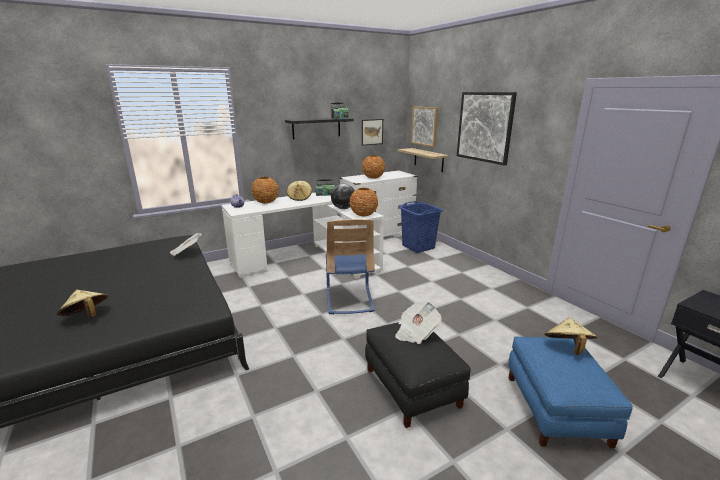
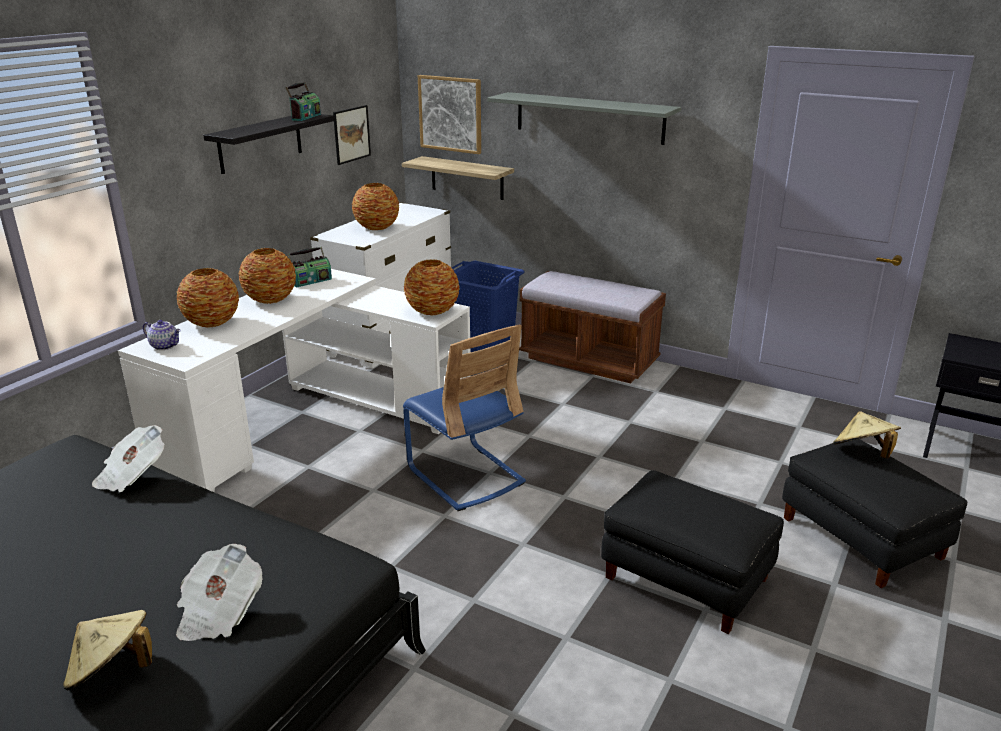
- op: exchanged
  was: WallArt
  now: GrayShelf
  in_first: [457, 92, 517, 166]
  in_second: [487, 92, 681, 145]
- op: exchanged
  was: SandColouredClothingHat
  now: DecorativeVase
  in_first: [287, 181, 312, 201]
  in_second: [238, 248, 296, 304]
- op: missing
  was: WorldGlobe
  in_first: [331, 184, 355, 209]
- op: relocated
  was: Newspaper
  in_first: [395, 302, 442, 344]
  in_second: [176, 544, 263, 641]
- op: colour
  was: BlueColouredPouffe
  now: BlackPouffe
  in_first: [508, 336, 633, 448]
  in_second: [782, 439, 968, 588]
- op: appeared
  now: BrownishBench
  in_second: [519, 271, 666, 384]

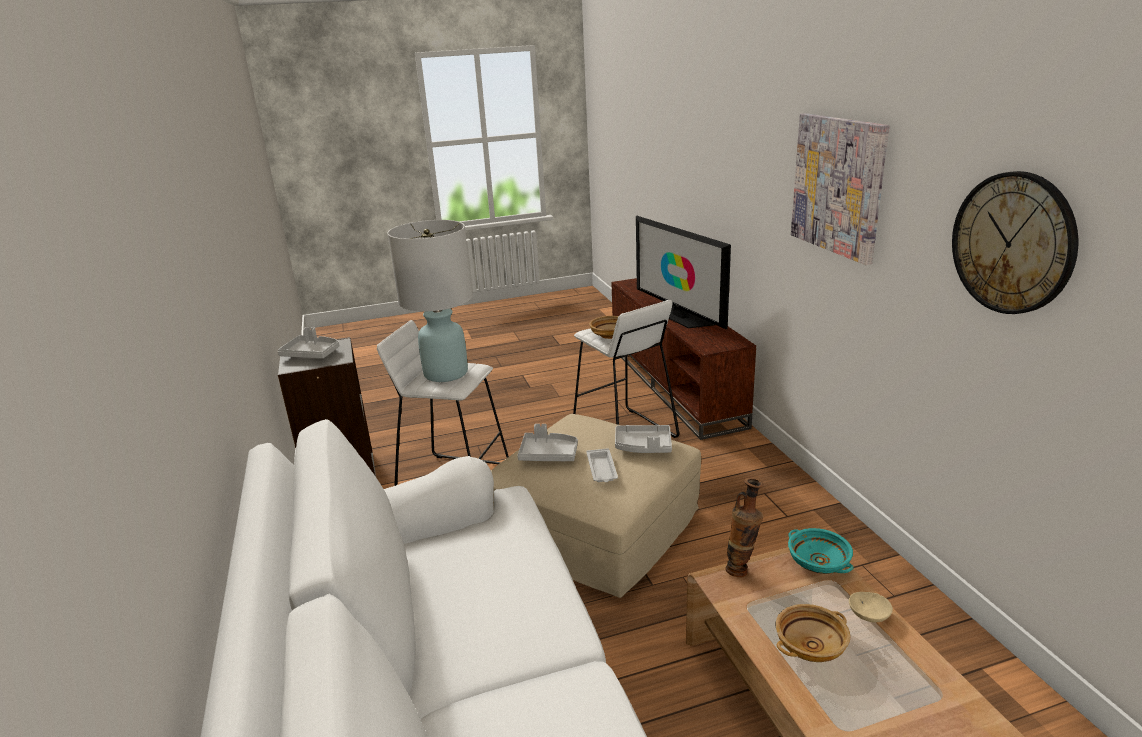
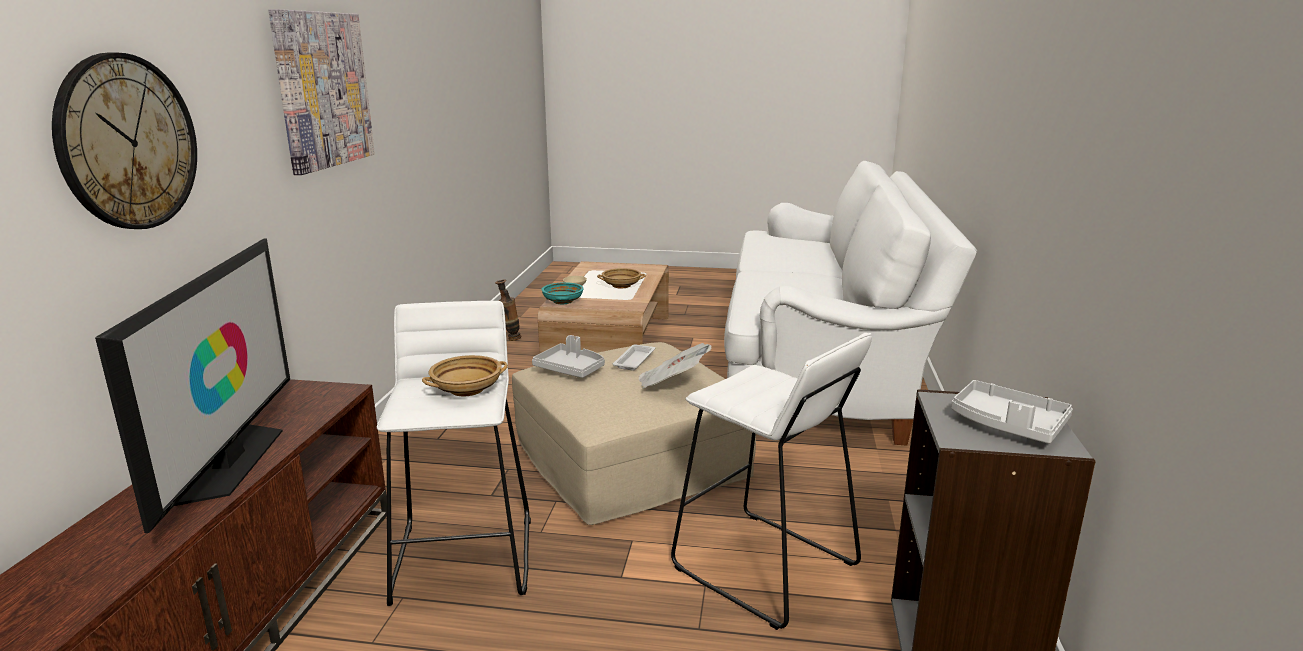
- op: relocated
  was: ClockOnTheWall
  in_first: [952, 171, 1078, 314]
  in_second: [52, 53, 197, 229]
- op: missing
  was: WhiteLampForATable
  in_first: [387, 220, 473, 382]
- op: exchanged
  was: GrayServingTray
  now: Newspaper
  in_first: [517, 424, 578, 461]
  in_second: [638, 343, 711, 389]
- op: relocated
  was: DecorativeVase
  in_first: [725, 478, 763, 577]
  in_second: [495, 280, 521, 341]

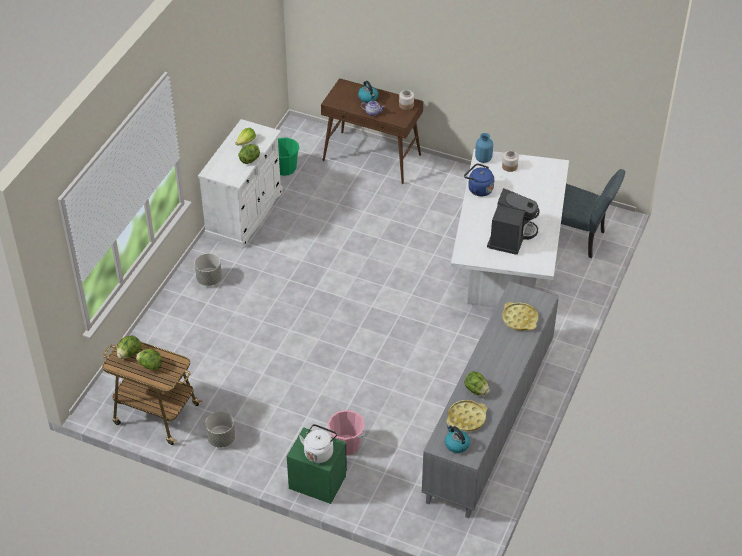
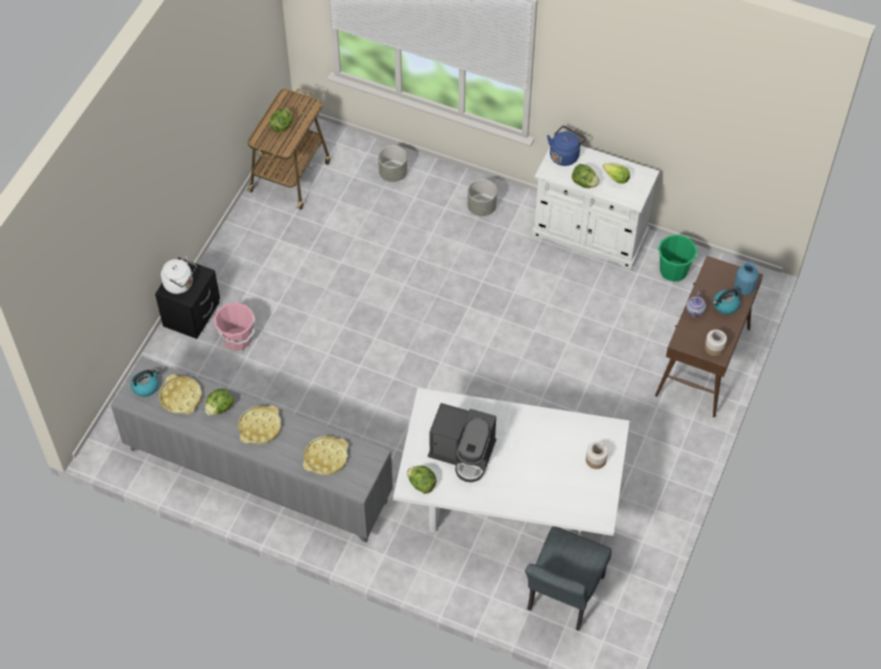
- op: relocated
  was: BlueColouredDecorativeVase
  in_first: [475, 133, 493, 163]
  in_second: [734, 262, 759, 296]
- op: relocated
  was: BlueColouredKettle
  in_first: [464, 163, 494, 196]
  in_second: [547, 126, 586, 166]
- op: relocated
  was: HeadOfLettuce
  in_first: [117, 336, 142, 359]
  in_second: [407, 466, 436, 494]
- op: relocated
  was: GrayFlowerPot
  in_first: [205, 411, 235, 448]
  in_second: [378, 145, 407, 182]
- op: colour
  was: GreenColouredNightTable
  now: BlackNightTable
  in_first: [287, 427, 347, 504]
  in_second: [155, 257, 220, 339]
- op: appeared
  now: YellowishServingTray
  in_second: [238, 405, 281, 444]

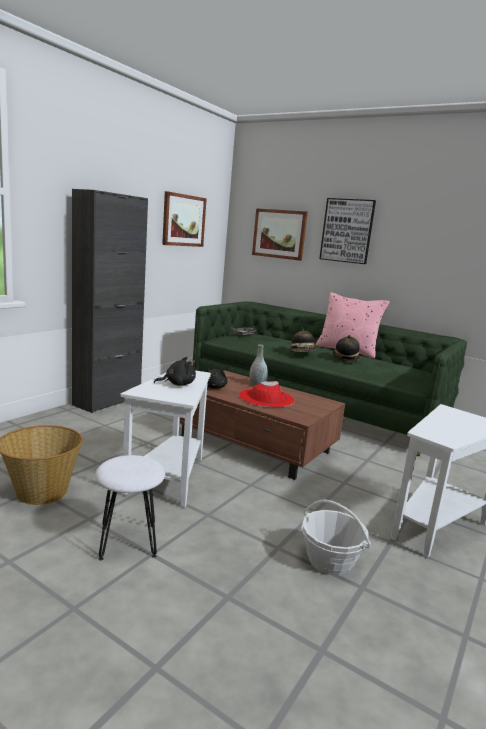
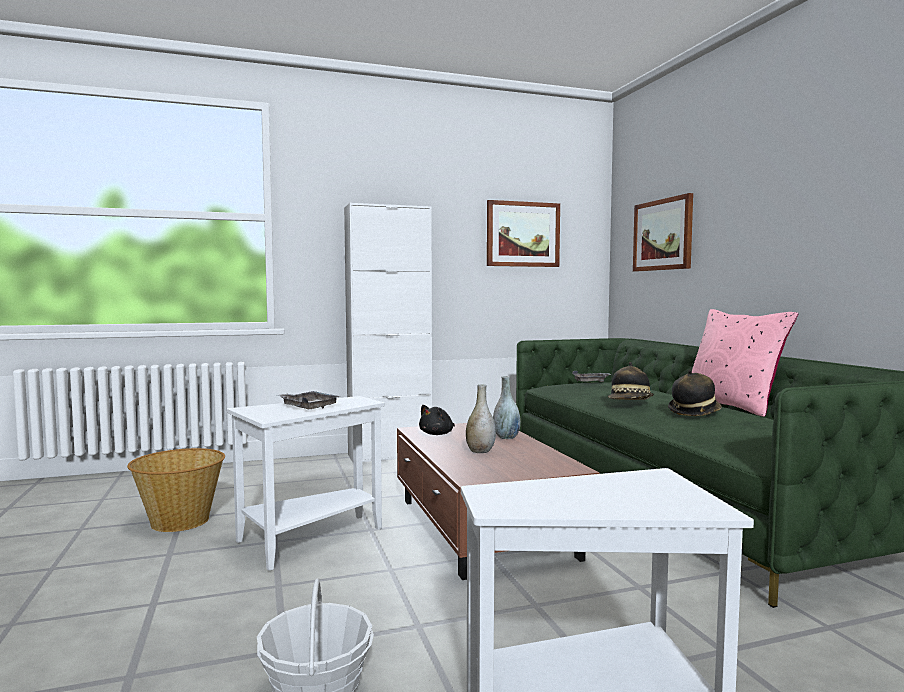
- op: colour
  was: BlackCabinet
  now: WhiteCabinet
  in_first: [72, 189, 148, 413]
  in_second: [344, 203, 432, 462]
- op: missing
  was: WallArt
  in_first: [319, 198, 376, 264]
- op: exchanged
  was: BlackPlushToy
  now: GrayServingTray
  in_first: [154, 357, 196, 386]
  in_second: [277, 391, 341, 409]
- op: exchanged
  was: ReddishClothingHat
  now: GrayDecorativeVase
  in_first: [239, 381, 295, 408]
  in_second: [466, 384, 496, 453]
- op: missing
  was: WhiteStool
  in_first: [95, 455, 165, 560]

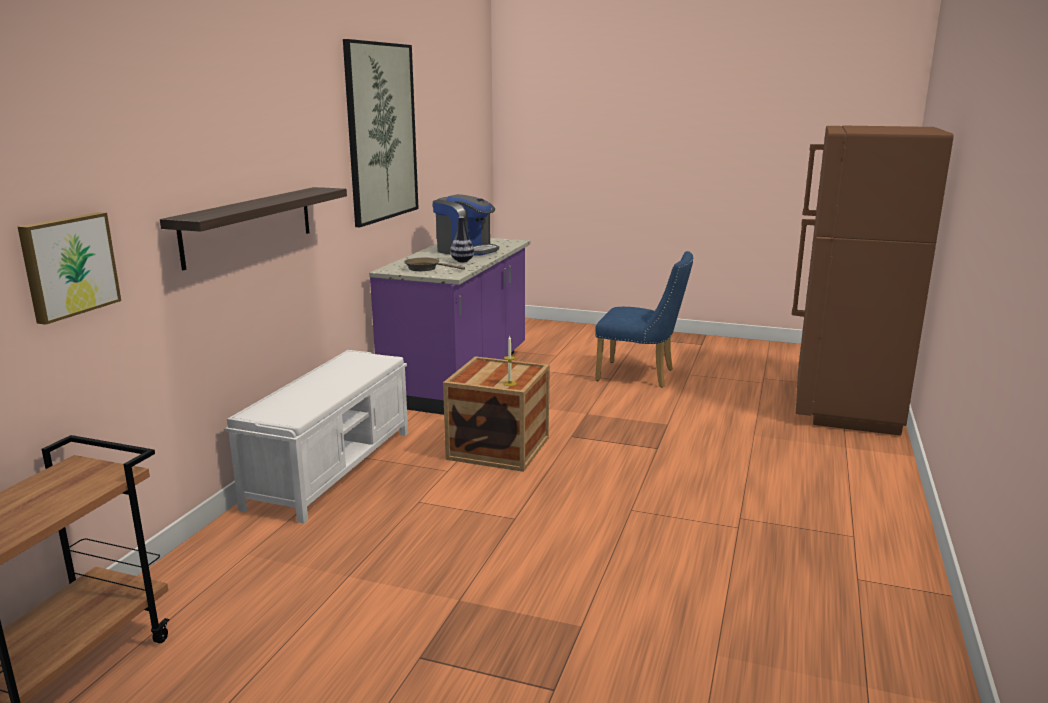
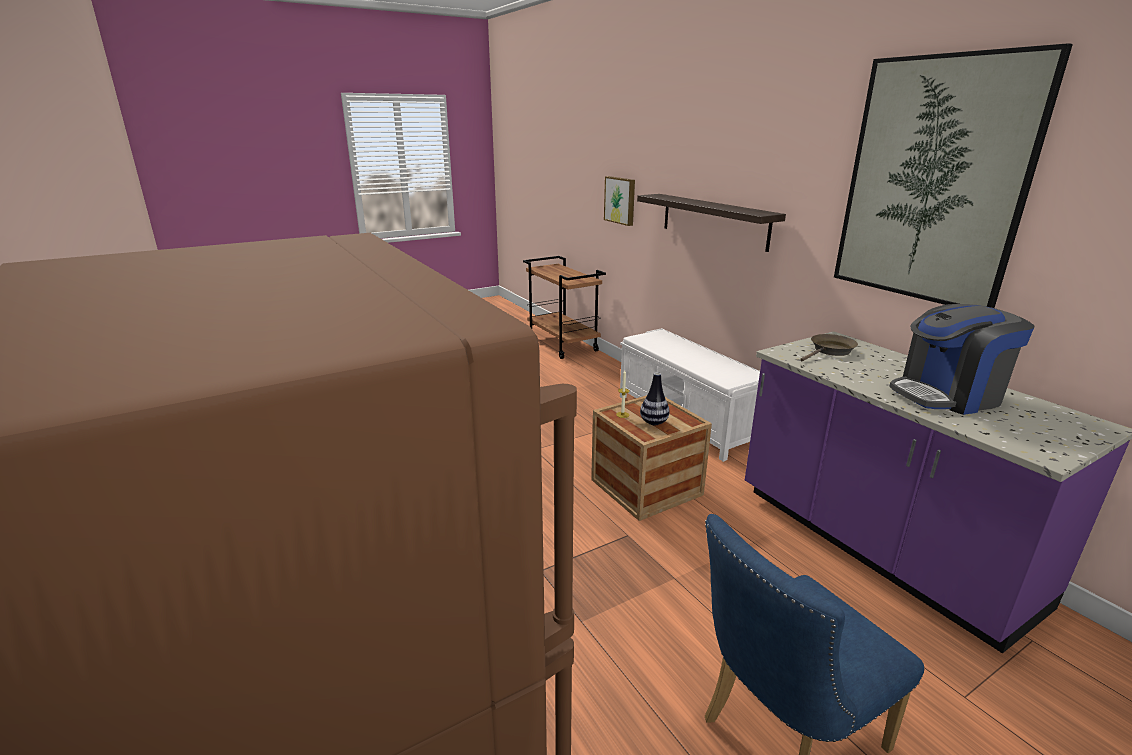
- op: relocated
  was: DecorativeVase
  in_first: [450, 217, 474, 262]
  in_second: [640, 372, 669, 425]

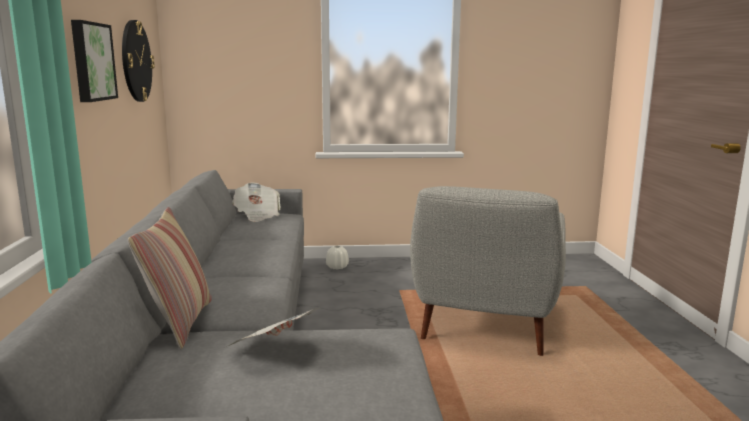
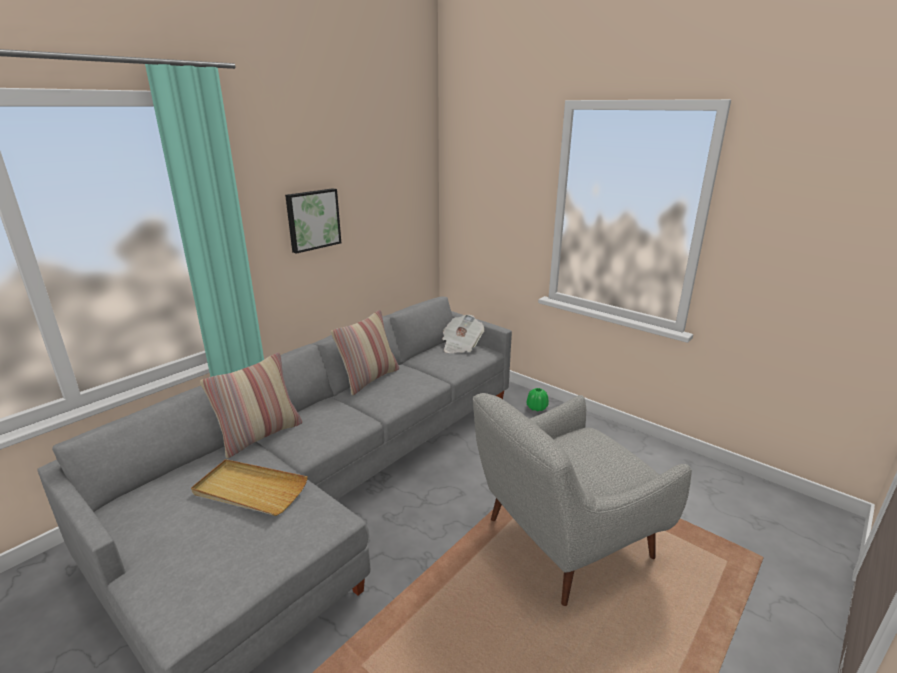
- op: missing
  was: ClockOnTheWall
  in_first: [122, 20, 155, 102]
- op: colour
  was: WhiteDecorativeVase
  now: GreenColouredDecorativeVase
  in_first: [326, 245, 349, 270]
  in_second: [527, 388, 549, 411]
- op: exchanged
  was: Newspaper
  now: SandColouredServingTray
  in_first: [226, 307, 321, 347]
  in_second: [191, 459, 308, 516]
- op: appeared
  now: Cushion
  in_second: [331, 310, 399, 396]

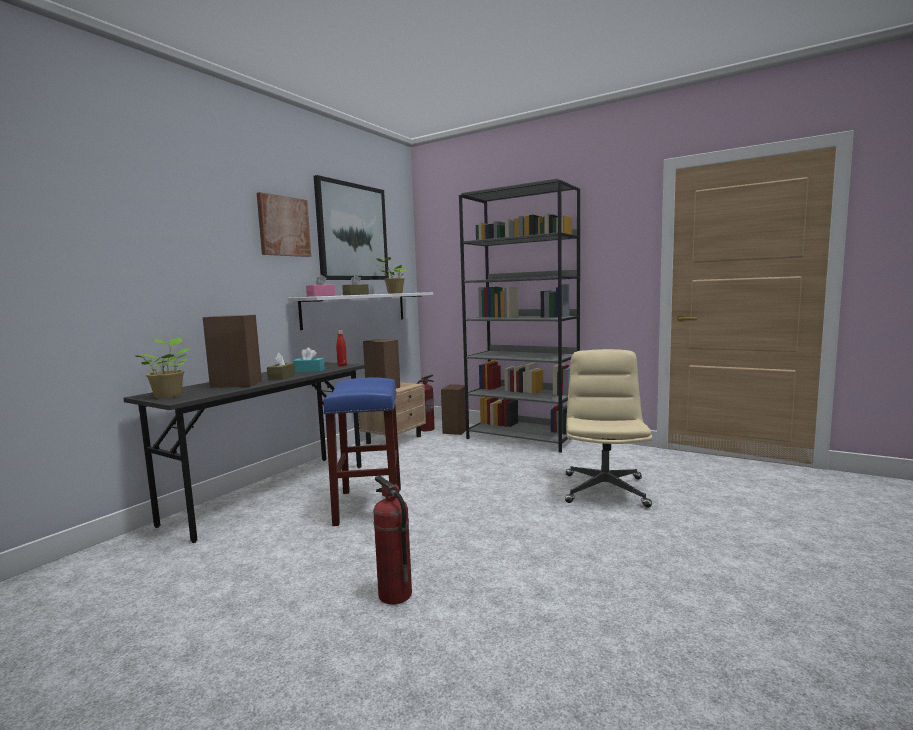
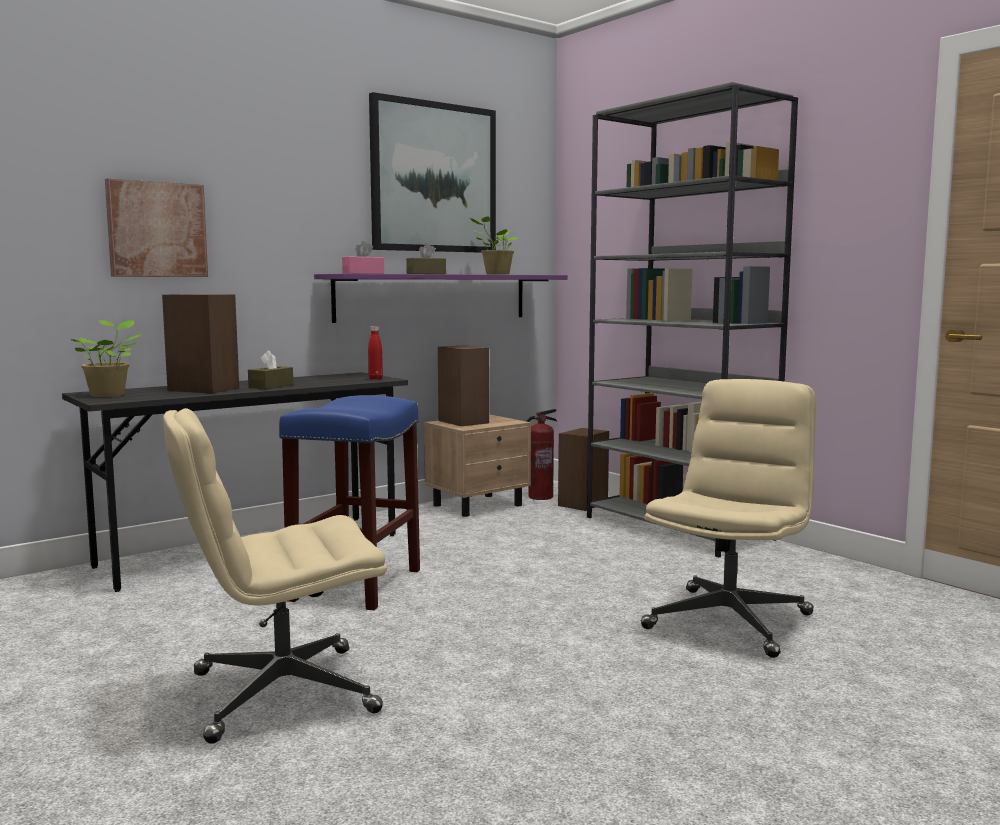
- op: relocated
  was: WallArt
  in_first: [257, 192, 311, 257]
  in_second: [105, 179, 208, 277]
- op: colour
  was: WhiteShelf
  now: PurpleShelf
  in_first: [288, 292, 433, 330]
  in_second: [314, 274, 568, 323]
- op: missing
  was: TurquoiseTissueHolder
  in_first: [293, 348, 325, 372]
- op: exchanged
  was: Extinguisher
  now: SandColouredDeskChair
  in_first: [373, 476, 412, 604]
  in_second: [163, 408, 387, 744]

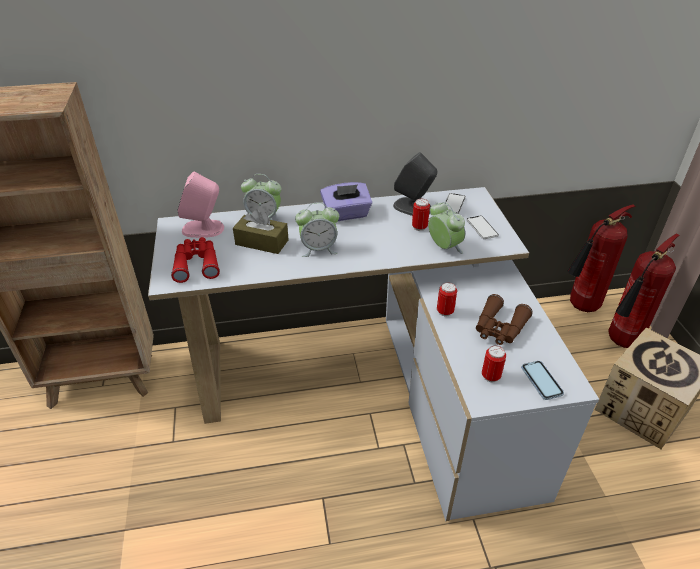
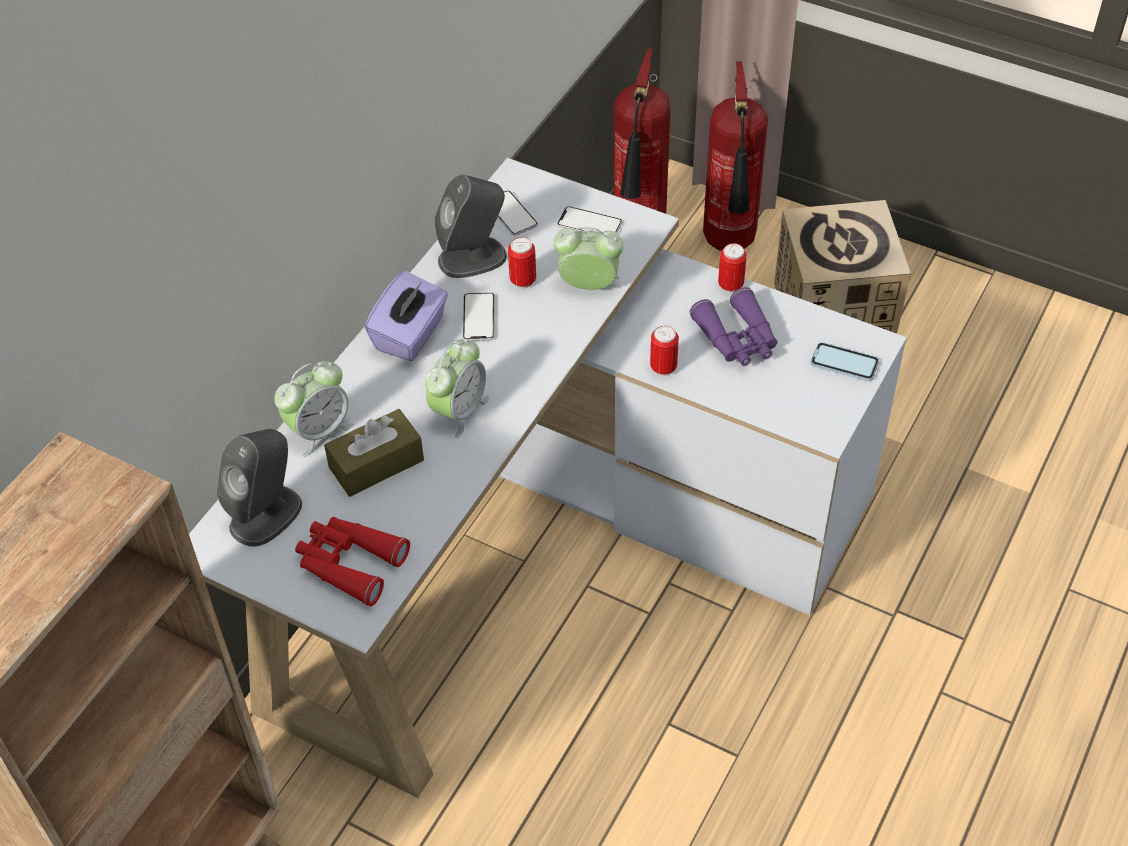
- op: colour
  was: PinkSpeaker
  now: GraySpeaker
  in_first: [177, 172, 224, 238]
  in_second: [216, 429, 302, 547]
- op: colour
  was: BrownishBinoculars
  now: PurpleBinoculars
  in_first: [476, 294, 533, 345]
  in_second: [690, 287, 777, 366]
- op: relocated
  was: SealedCan
  in_first: [482, 346, 506, 382]
  in_second: [718, 243, 747, 293]
- op: appeared
  now: Handset
  in_second: [462, 292, 495, 341]

